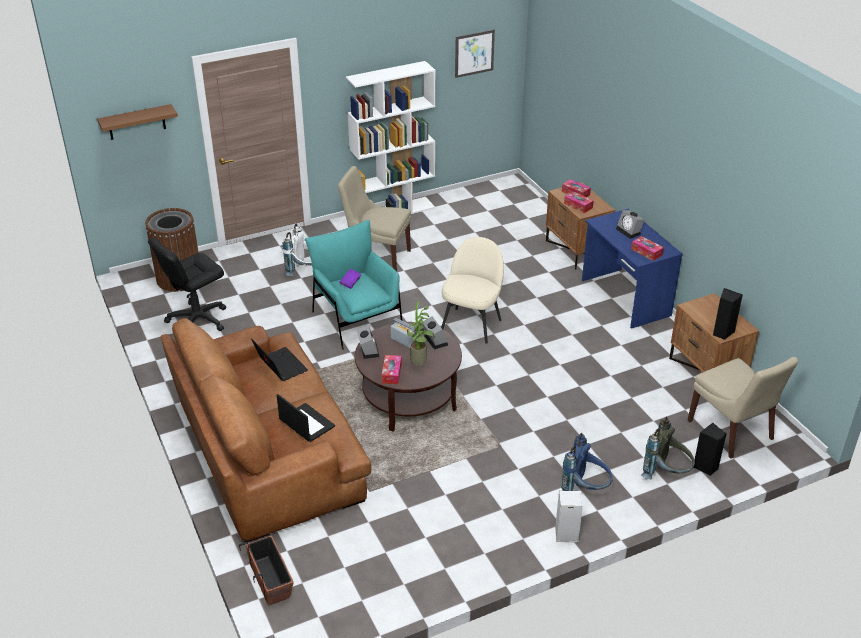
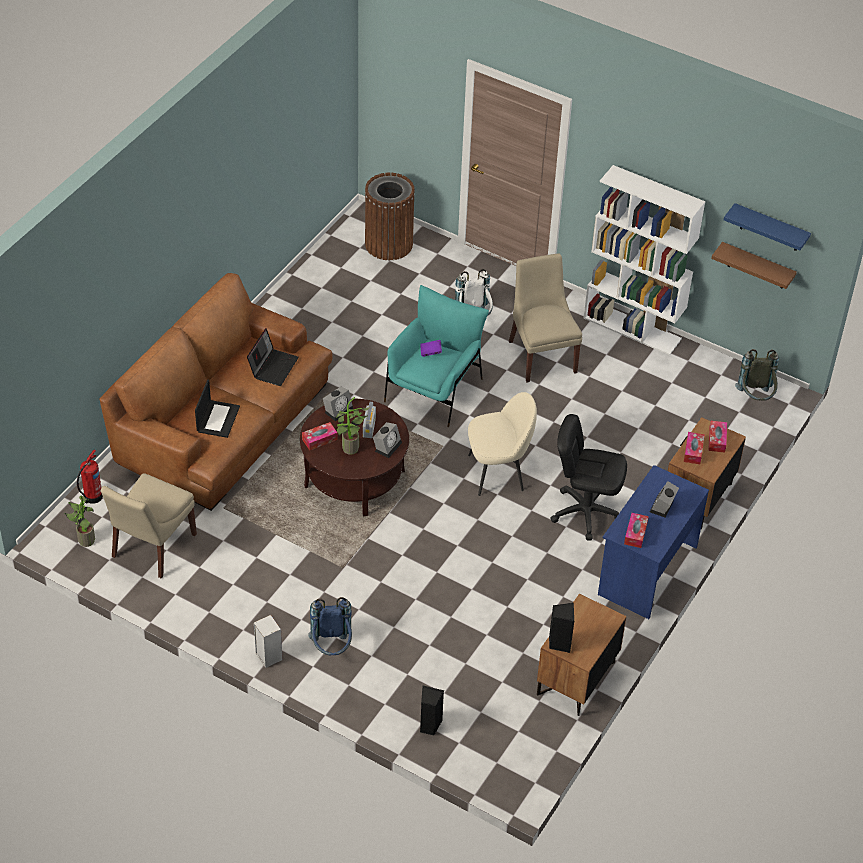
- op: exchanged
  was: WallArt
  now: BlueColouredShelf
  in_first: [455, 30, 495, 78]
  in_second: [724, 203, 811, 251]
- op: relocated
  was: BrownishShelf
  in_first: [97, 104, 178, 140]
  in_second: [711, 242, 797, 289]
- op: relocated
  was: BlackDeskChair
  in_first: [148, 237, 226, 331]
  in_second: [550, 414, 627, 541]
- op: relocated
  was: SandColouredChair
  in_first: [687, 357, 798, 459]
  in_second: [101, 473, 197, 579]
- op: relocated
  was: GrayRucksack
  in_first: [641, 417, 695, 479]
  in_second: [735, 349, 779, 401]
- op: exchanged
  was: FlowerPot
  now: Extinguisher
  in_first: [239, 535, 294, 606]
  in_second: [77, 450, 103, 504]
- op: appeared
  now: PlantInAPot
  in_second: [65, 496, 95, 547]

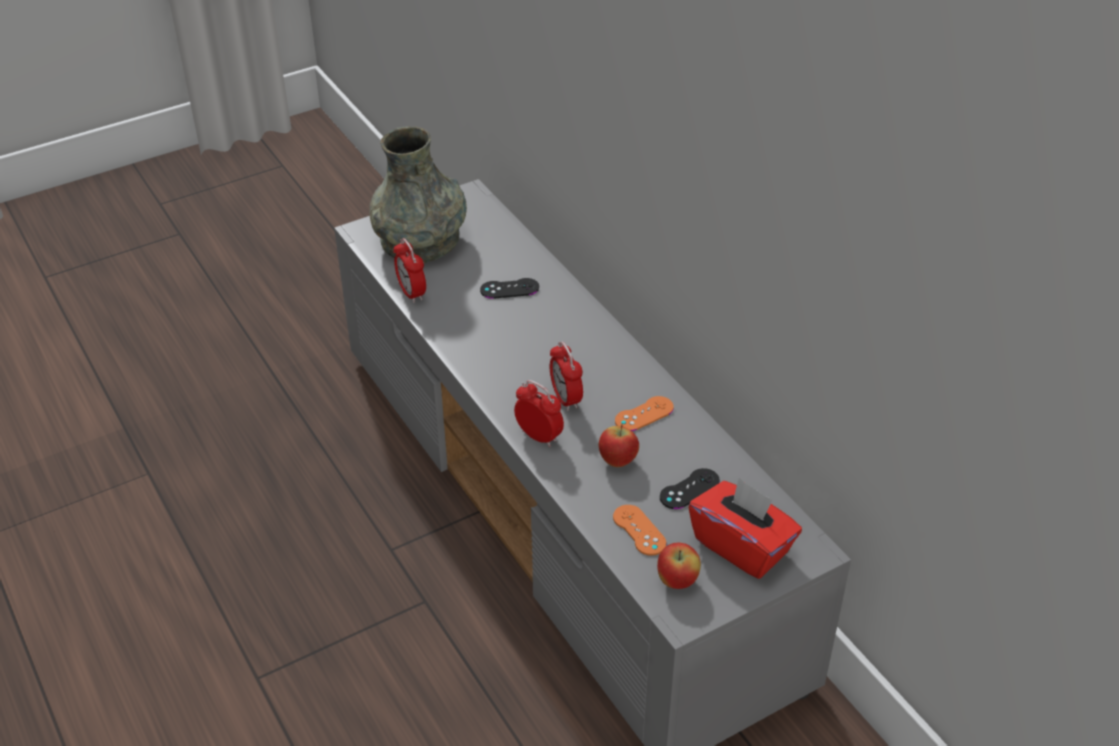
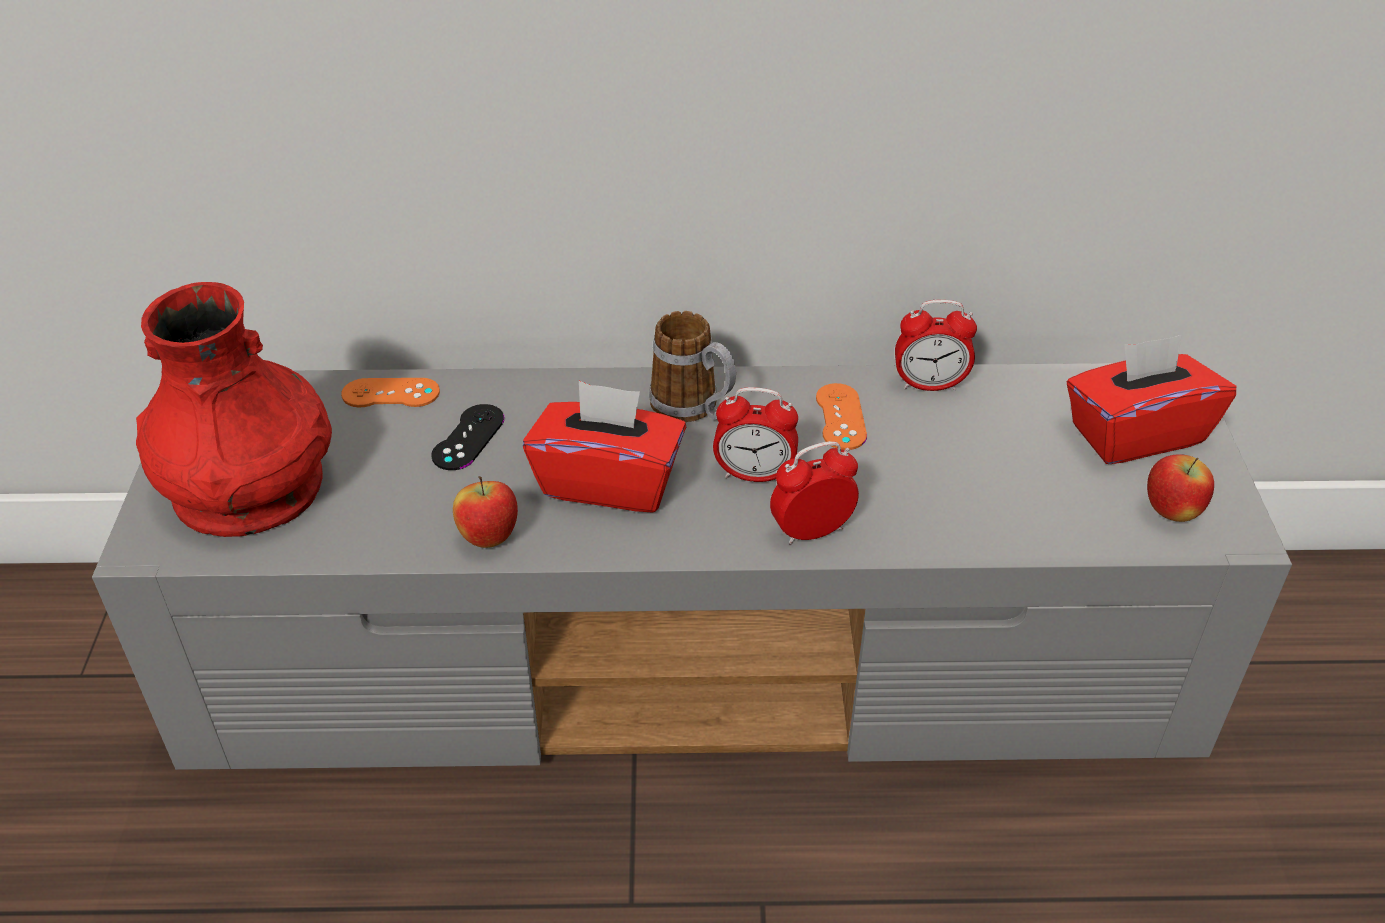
- op: colour
  was: GrayDecorativeVase
  now: ReddishDecorativeVase
  in_first: [369, 126, 467, 263]
  in_second: [136, 282, 332, 537]
- op: relocated
  was: TableClock
  in_first: [393, 238, 426, 303]
  in_second: [895, 300, 977, 391]
- op: relocated
  was: WholeApple
  in_first: [599, 424, 639, 467]
  in_second: [453, 476, 518, 548]
- op: missing
  was: BlackGamepad
  in_first: [660, 468, 720, 509]
- op: relocated
  was: OrangeGamepad
  in_first: [613, 505, 666, 556]
  in_second: [341, 378, 440, 407]
- op: appeared
  now: CoffeeMug
  in_second: [649, 311, 736, 422]
- op: appeared
  now: ReddishTissueHolder
  in_second: [523, 381, 686, 512]

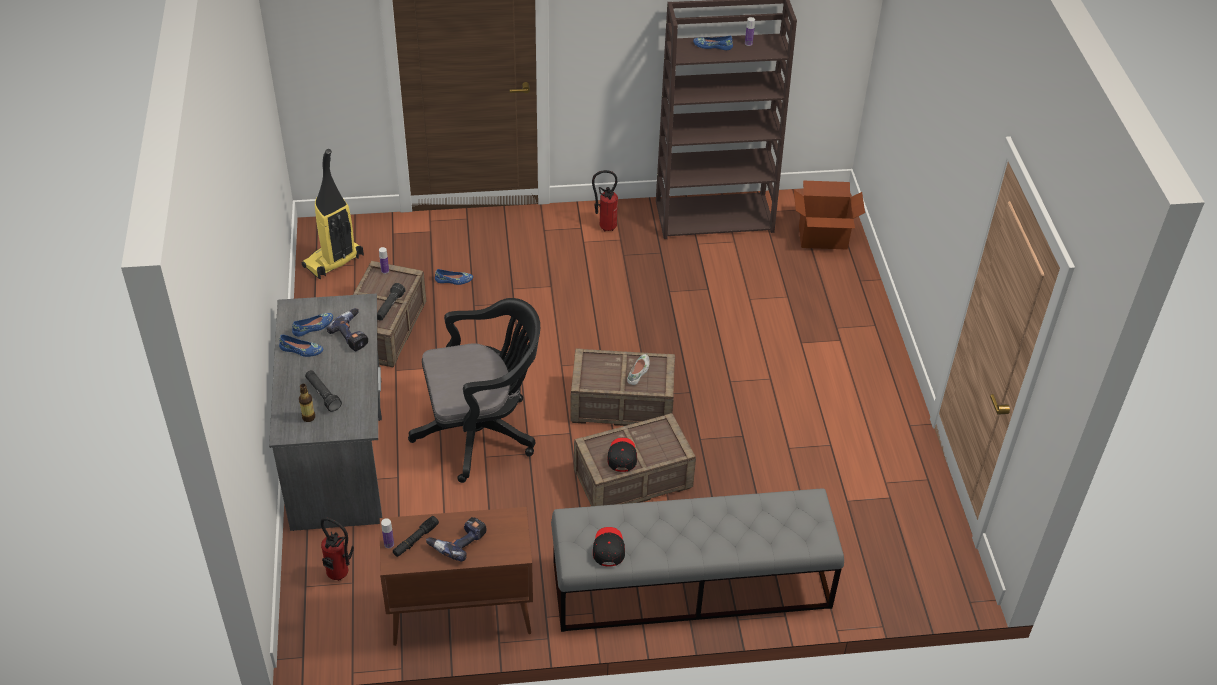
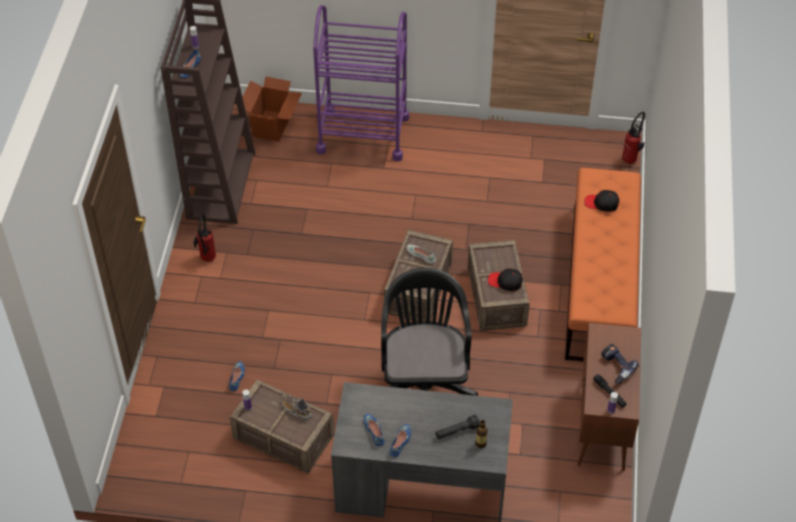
- op: missing
  was: VacuumCleaner
  in_first: [302, 149, 364, 279]
- op: exchanged
  was: BlackFlashlight
  now: LowShoe
  in_first: [377, 283, 405, 321]
  in_second: [281, 394, 312, 421]
- op: missing
  was: ElectricDrill
  in_first: [326, 308, 368, 351]
- op: colour
  was: GrayBench
  now: OrangeBench
  in_first: [551, 488, 844, 632]
  in_second: [565, 168, 641, 361]
- op: relocated
  was: Extinguisher
  in_first: [321, 517, 354, 581]
  in_second: [622, 112, 645, 164]
- op: relocated
  was: BlackBaseballCap
  in_first: [593, 527, 625, 567]
  in_second: [584, 190, 619, 212]
- op: appeared
  now: PurpleWheeledCart
  in_second: [313, 5, 409, 162]

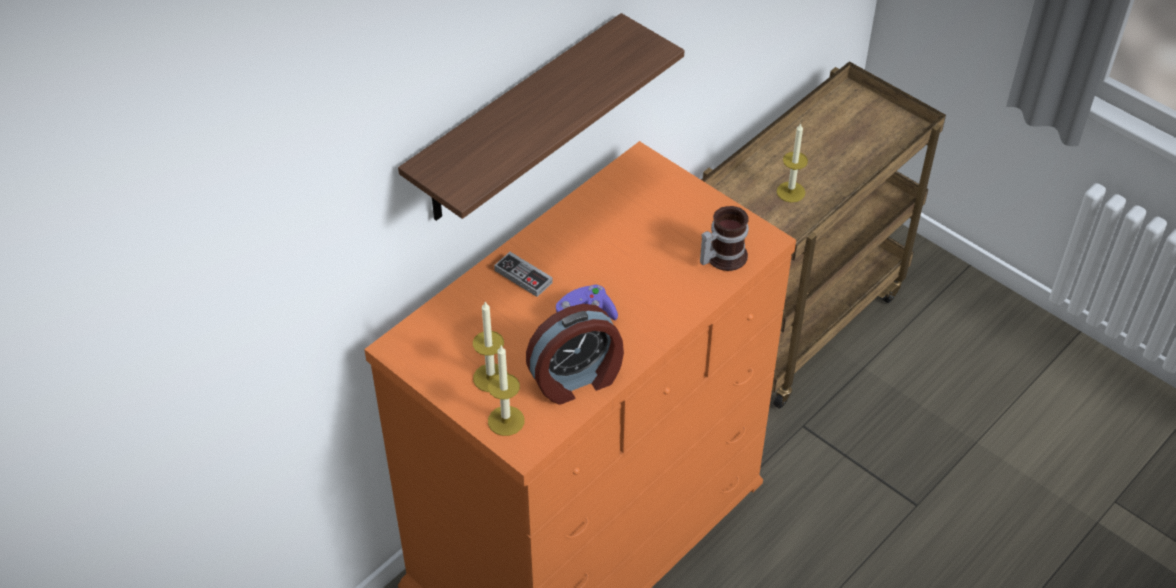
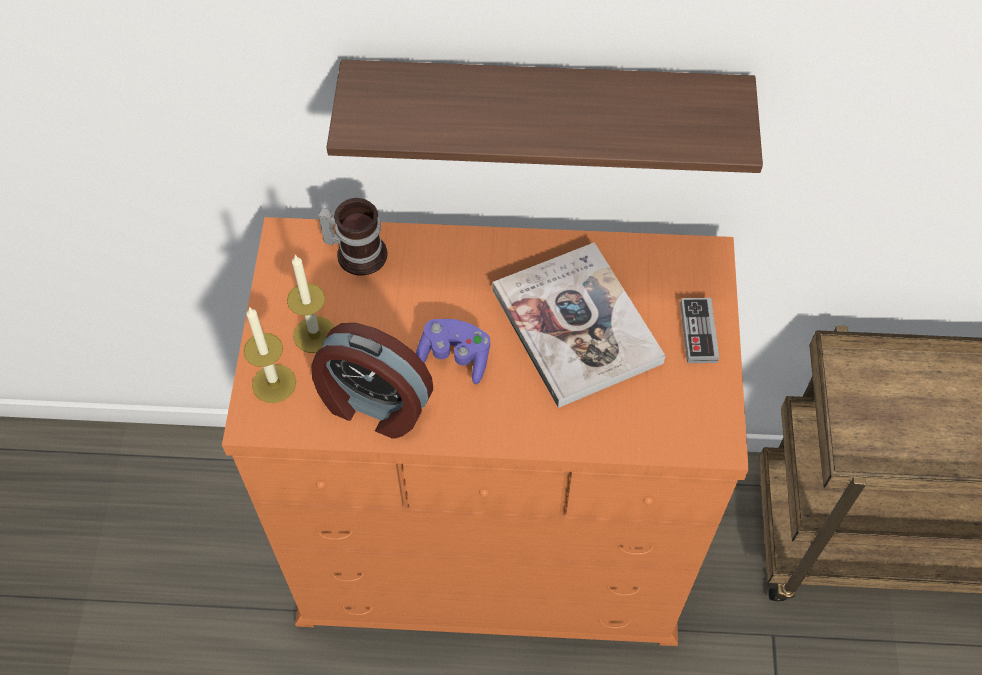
- op: missing
  was: WaxCandle
  in_first: [777, 123, 808, 203]
- op: relocated
  was: CoffeeMug
  in_first: [700, 206, 749, 271]
  in_second: [318, 198, 388, 276]
- op: relocated
  was: Gamepad
  in_first: [494, 252, 553, 297]
  in_second: [680, 298, 719, 363]
- op: appeared
  now: Book
  in_second: [492, 242, 665, 408]

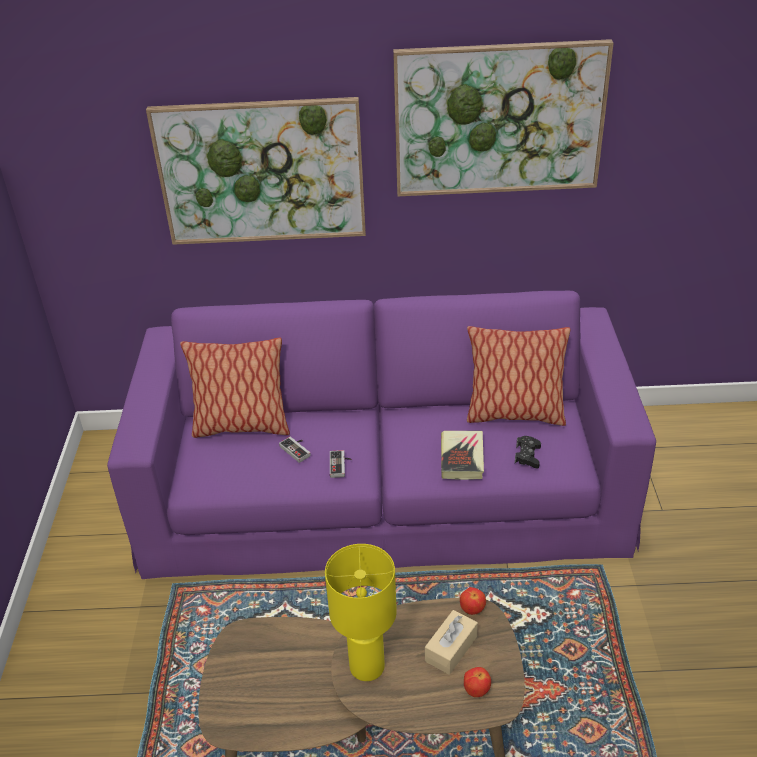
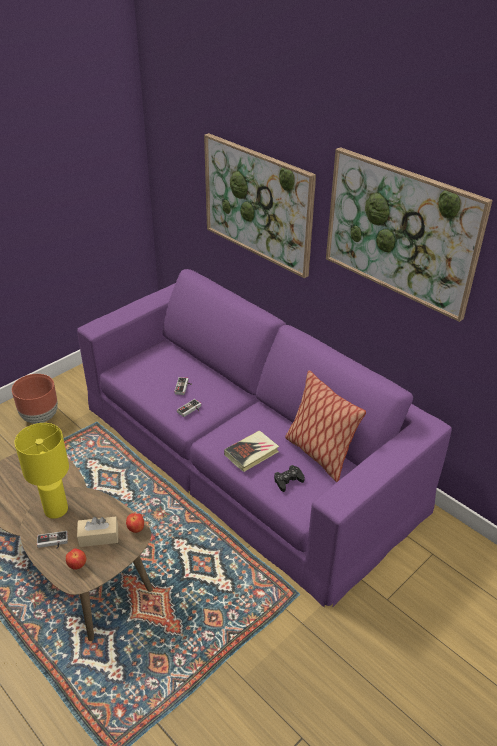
- op: missing
  was: Cushion
  in_first: [180, 338, 290, 438]
- op: appeared
  now: BrownishFlowerPot
  in_second: [12, 374, 58, 424]
- op: appeared
  now: Gamepad
  in_second: [37, 531, 68, 549]

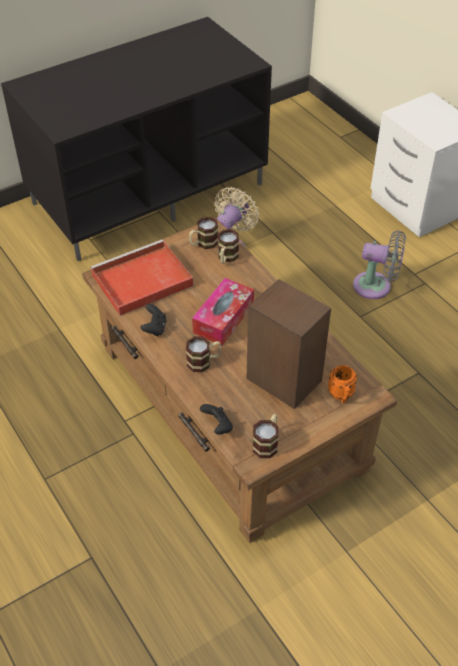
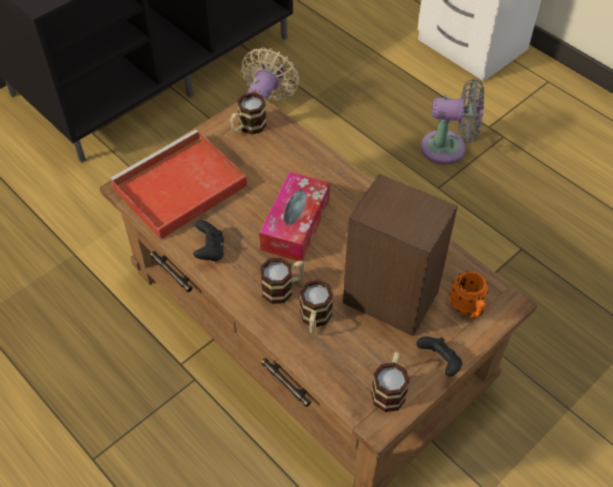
- op: relocated
  was: CoffeeMug
  in_first: [218, 229, 239, 264]
  in_second: [299, 279, 333, 334]
- op: relocated
  was: BlackGamepad
  in_first: [200, 404, 233, 435]
  in_second: [416, 336, 462, 377]

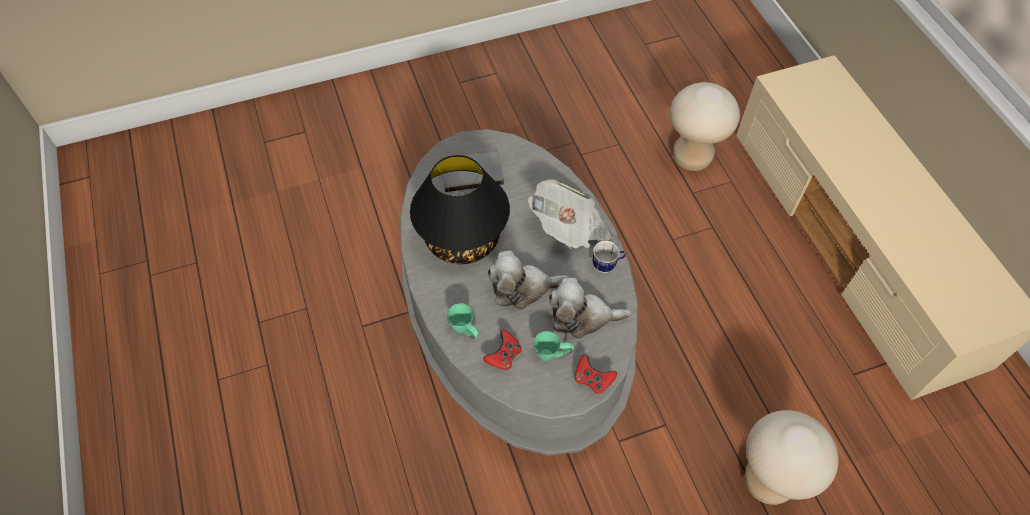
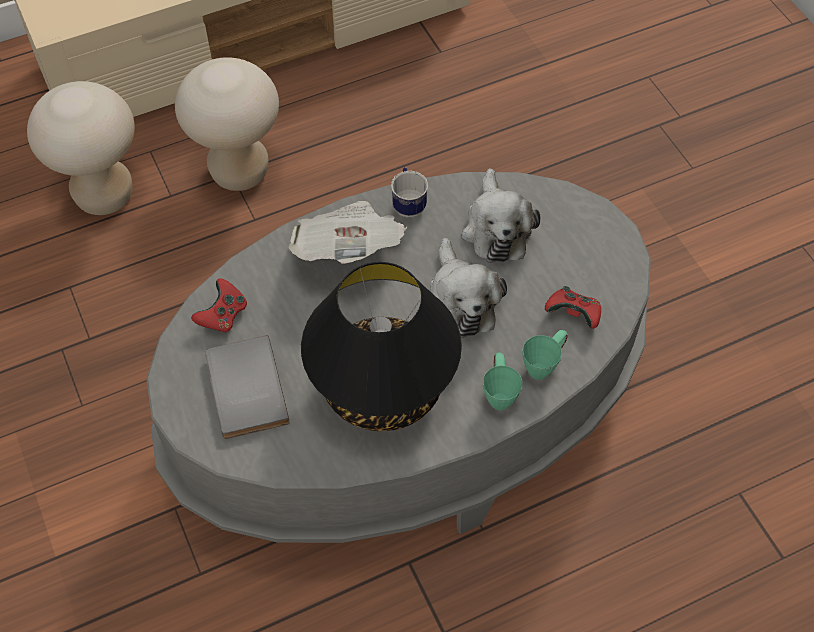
- op: relocated
  was: GreenColouredCoffeeMug
  in_first: [534, 331, 574, 361]
  in_second: [483, 352, 523, 410]
- op: relocated
  was: ReddishGamepad
  in_first: [575, 355, 617, 394]
  in_second: [191, 278, 247, 332]
- op: relocated
  was: SandColouredStool
  in_first: [745, 410, 839, 505]
  in_second: [175, 57, 279, 191]

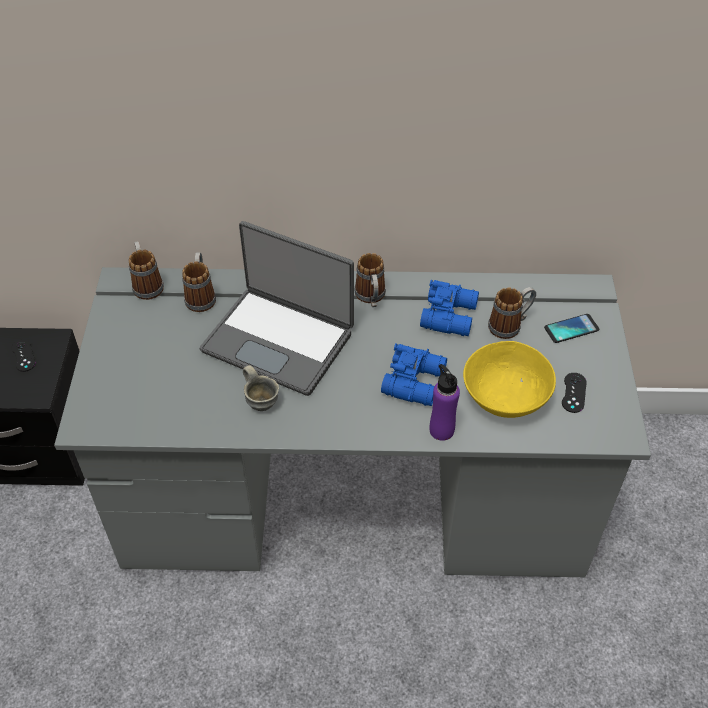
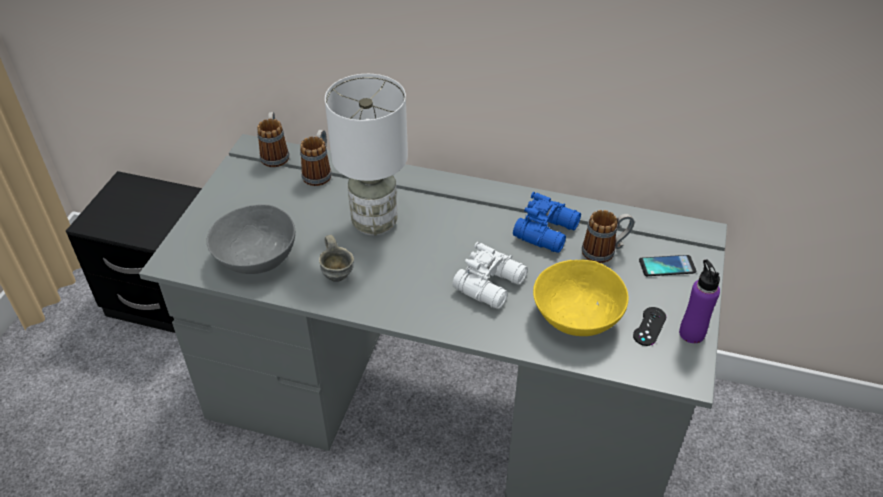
- op: exchanged
  was: NotebookComputer
  now: WhiteLampForATable
  in_first: [200, 221, 354, 396]
  in_second: [325, 74, 408, 236]
- op: missing
  was: CoffeeMug
  in_first: [354, 253, 386, 307]
- op: missing
  was: BlackGamepad
  in_first: [12, 339, 35, 372]
- op: colour
  was: BlueColouredBinoculars
  now: WhiteBinoculars
  in_first: [381, 343, 447, 406]
  in_second: [452, 242, 528, 309]
- op: relocated
  was: PurpleDrinkBottle
  in_first: [430, 364, 460, 441]
  in_second: [679, 259, 720, 343]
- op: appeared
  now: GrayBowl
  in_second: [207, 204, 295, 274]

